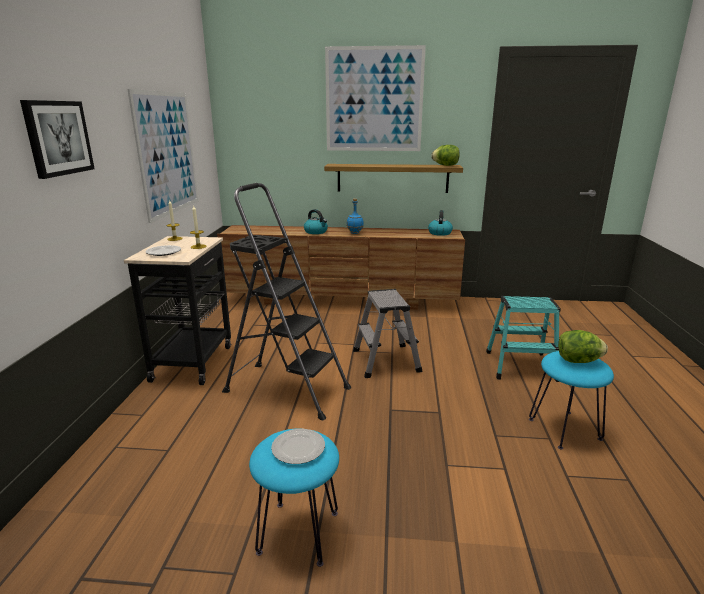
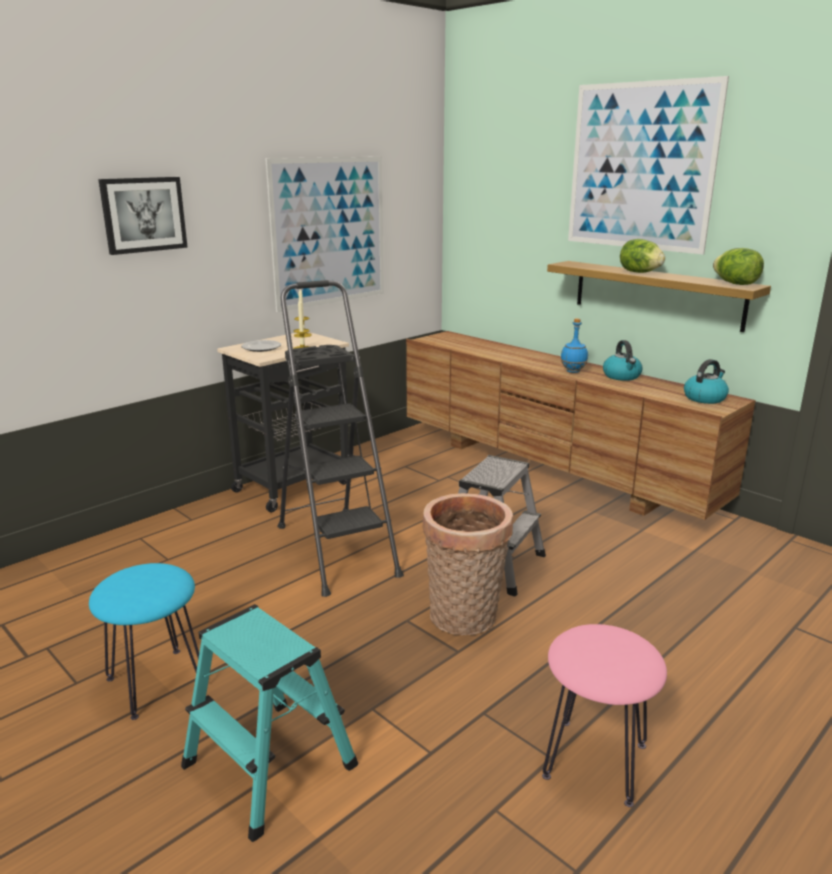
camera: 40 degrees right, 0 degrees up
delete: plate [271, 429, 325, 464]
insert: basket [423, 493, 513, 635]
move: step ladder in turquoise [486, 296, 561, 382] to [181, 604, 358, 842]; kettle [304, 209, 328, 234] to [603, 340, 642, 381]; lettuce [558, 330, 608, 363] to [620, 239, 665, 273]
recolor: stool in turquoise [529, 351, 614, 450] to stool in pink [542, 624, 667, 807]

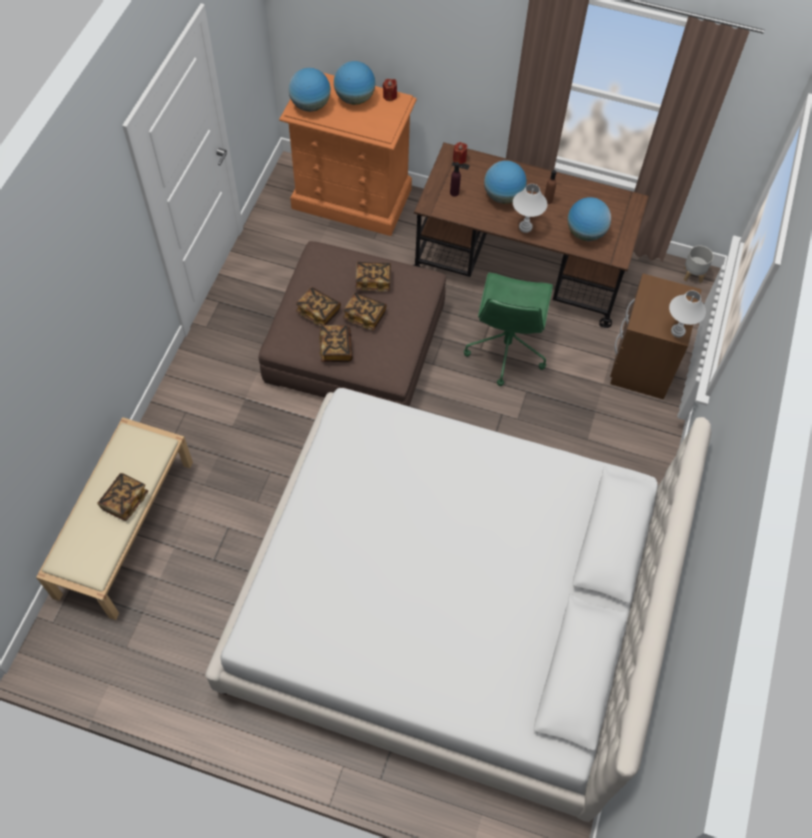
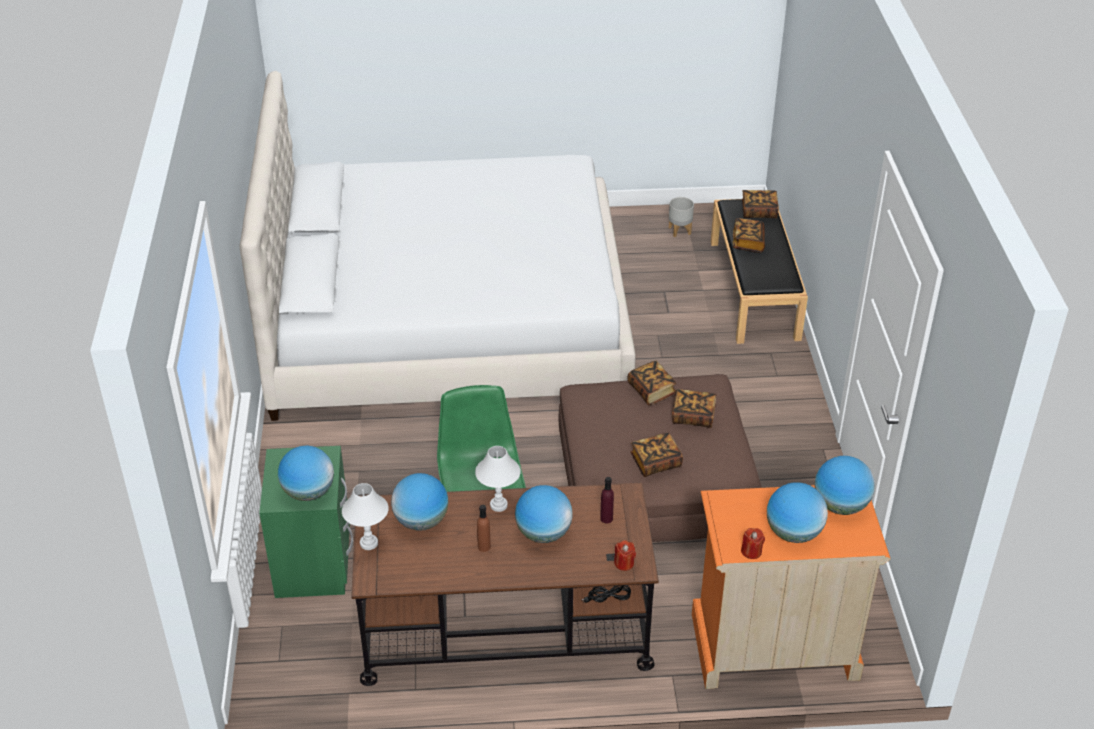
camera: 160 degrees right, 20 degrees down
insert: globe [278, 446, 334, 501]
move: table lamp in white [669, 290, 706, 337] to [342, 483, 389, 550]; planter in grey [684, 246, 714, 283] to [669, 197, 694, 237]; book [343, 292, 387, 330] to [742, 190, 779, 218]
recolor: nightstand in brown [610, 274, 702, 399] to nightstand in green [259, 446, 353, 598]; bench in beige [36, 417, 193, 620] to bench in black [711, 199, 808, 344]

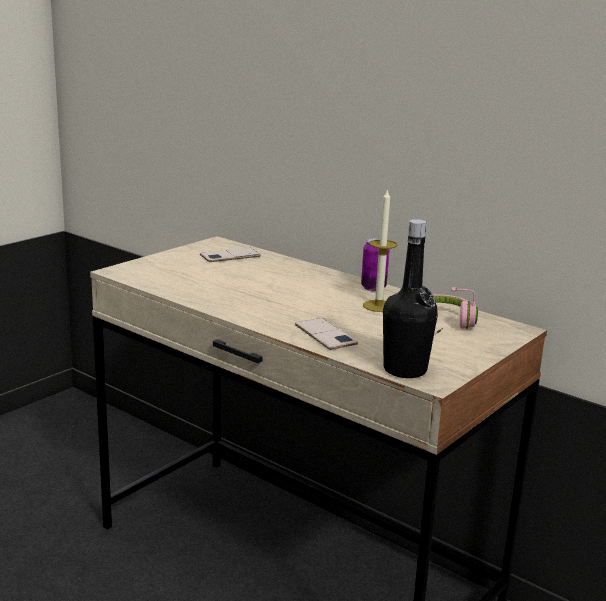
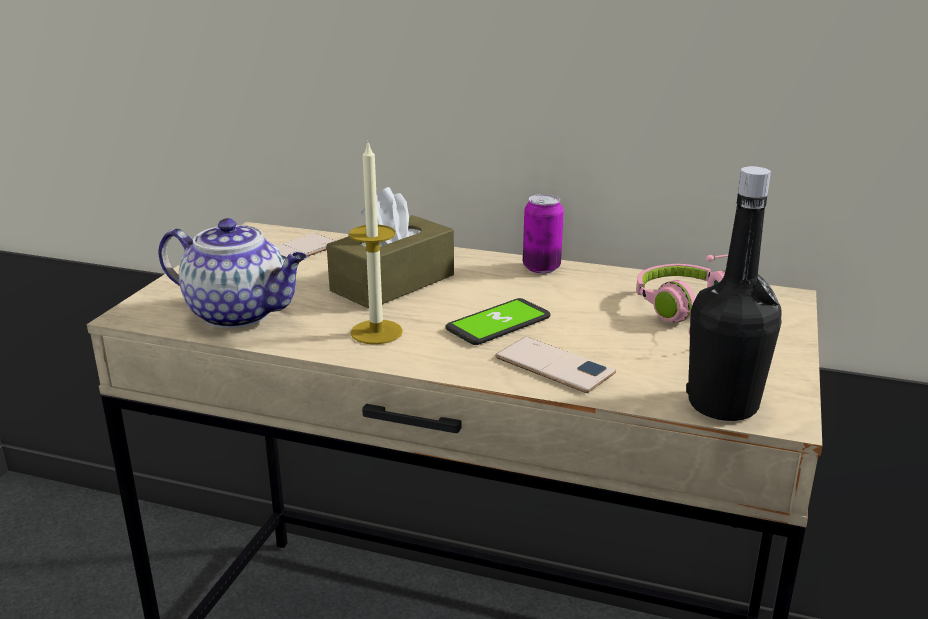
camera: 20 degrees left, 5 degrees up
insert: teapot [158, 218, 307, 328]; tissue box in brown [327, 187, 454, 309]; phone [445, 298, 551, 345]
move: candle [363, 188, 397, 312] to [349, 143, 403, 344]

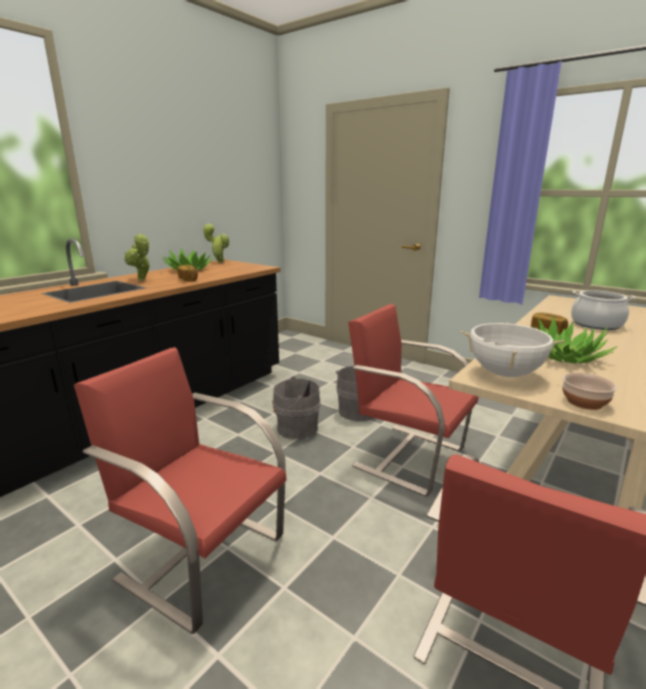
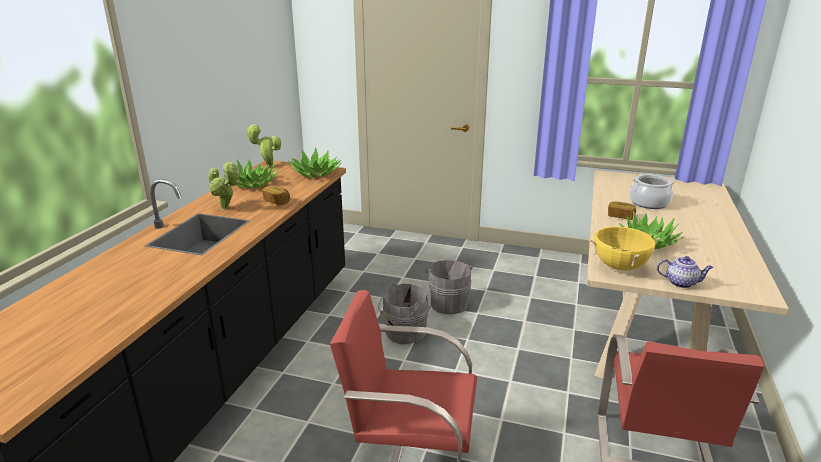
camera: 20 degrees left, 5 degrees up
delete: chair in red [348, 304, 478, 496]
insert: potted plant [289, 147, 341, 178]
replace: bowl [563, 373, 617, 410] to teapot [657, 256, 713, 288]
recolor: cooking pot in white [461, 322, 564, 377] to cooking pot in yellow [589, 225, 660, 271]

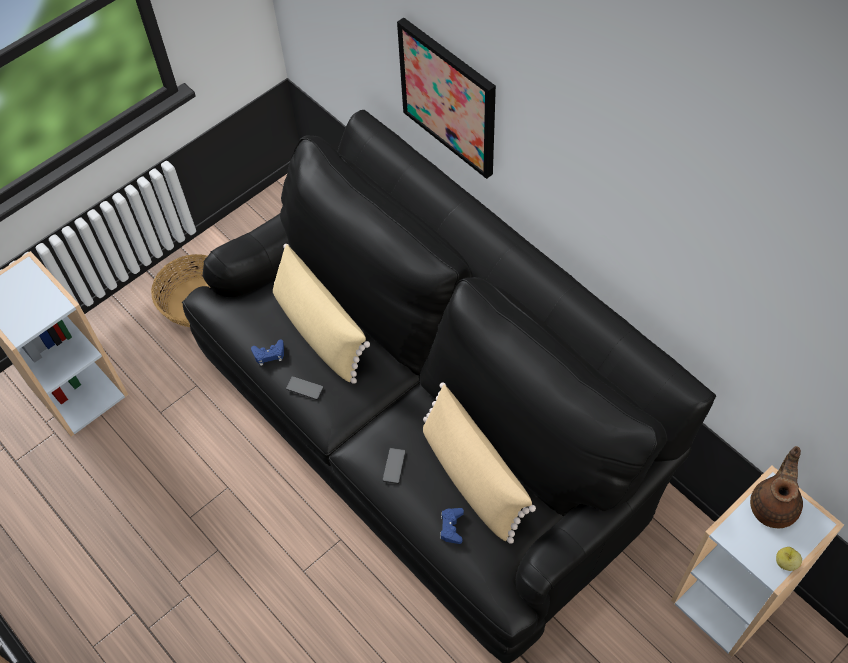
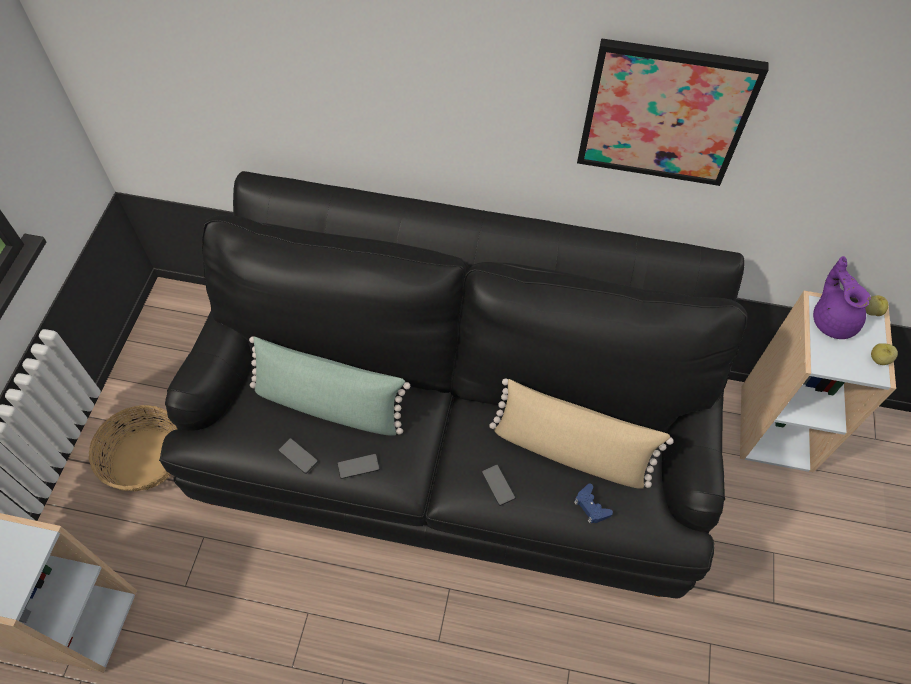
camera: 40 degrees left, 0 degrees up
insert: apple [865, 295, 888, 316]
move: picture [397, 18, 496, 179] to [577, 38, 769, 186]
replace: game controller in blue [251, 339, 284, 366] to phone [278, 438, 318, 474]
recolor: pillow in beige [273, 244, 370, 384] to pillow in green [249, 336, 410, 436]; teapot in brown [750, 446, 803, 528] to teapot in purple [813, 256, 871, 339]

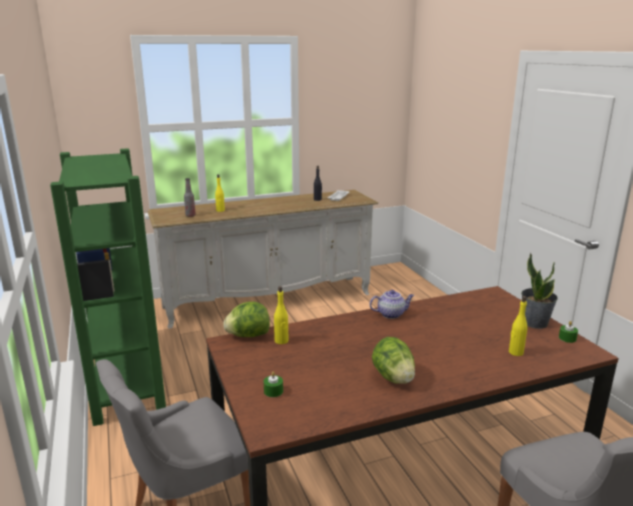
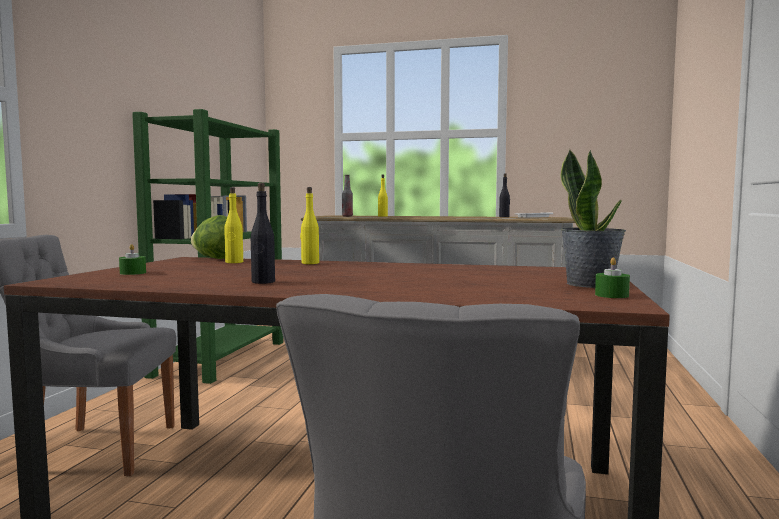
camera: 35 degrees right, 15 degrees down
delete: teapot [369, 290, 414, 319]
move: bottle in yellow [509, 296, 528, 356] to [300, 187, 319, 264]
replace: lettuce [372, 337, 415, 384] to bottle in black [251, 183, 275, 284]

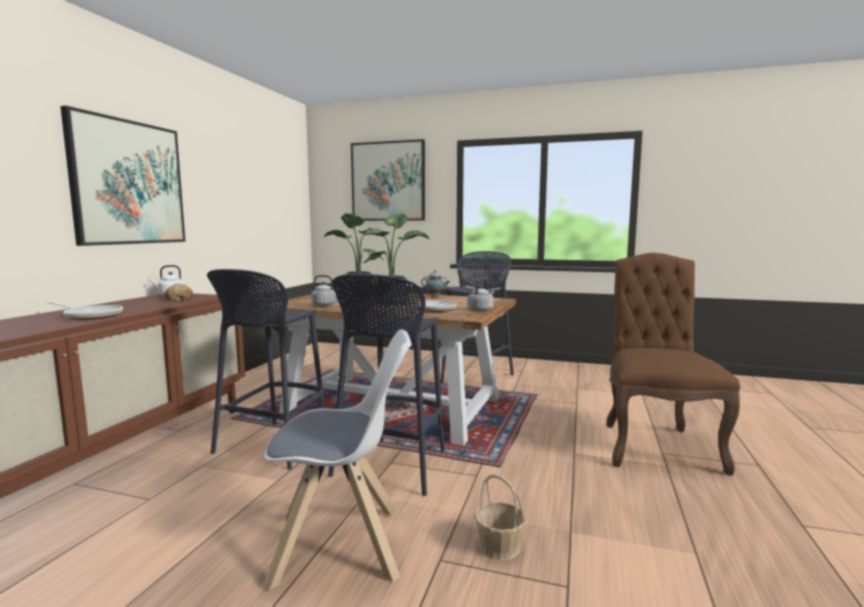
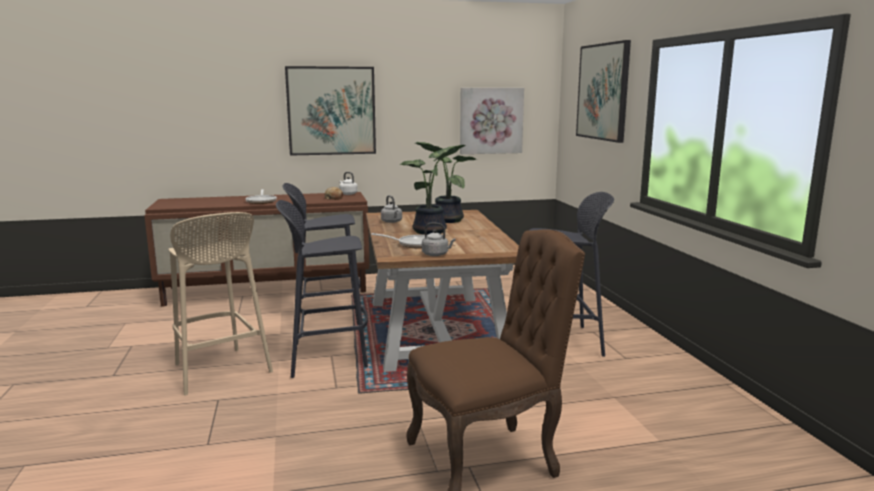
camera: 60 degrees right, 5 degrees up
delete: teapot [421, 270, 450, 298]; basket [475, 474, 527, 560]
insert: picture [460, 88, 524, 154]
replace: chair [263, 330, 412, 591] to stool in beige [168, 212, 273, 395]

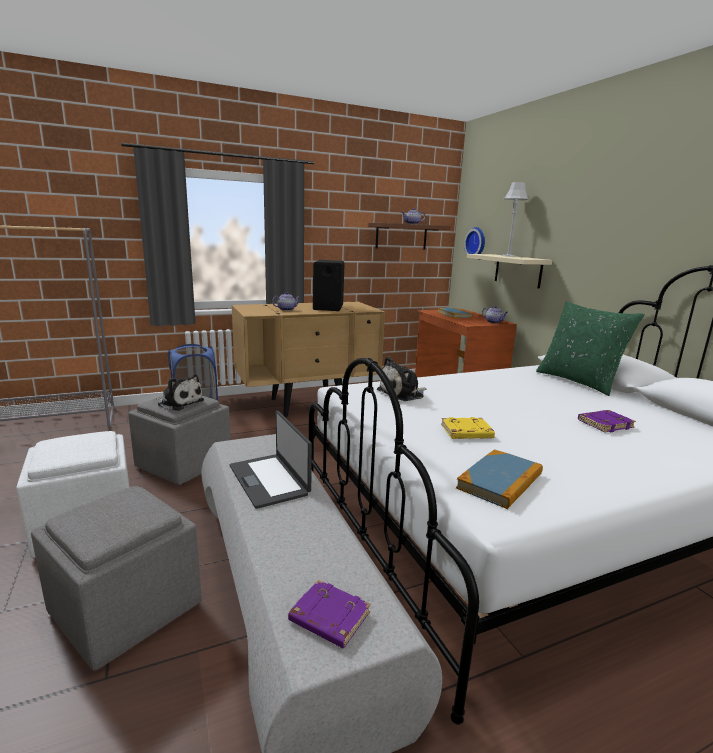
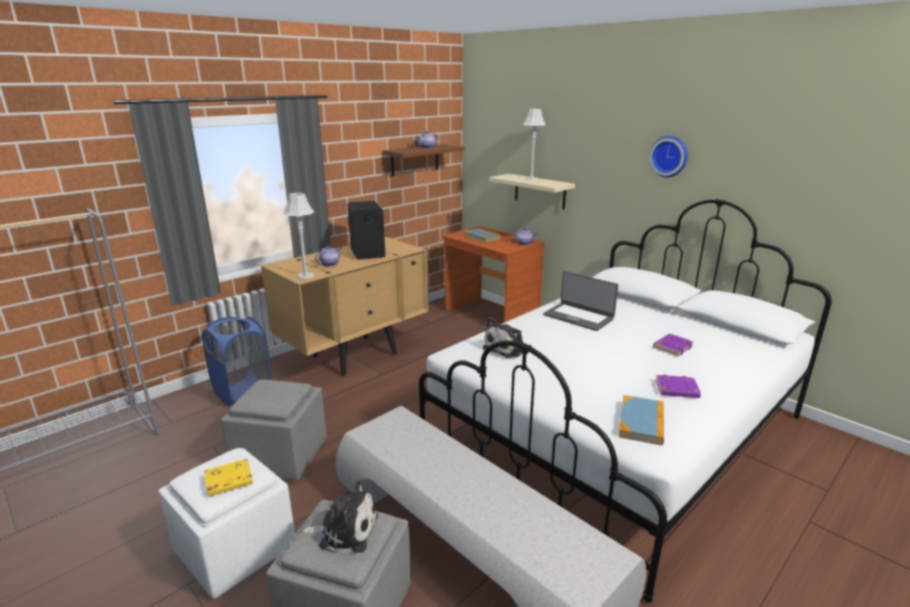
camera: 20 degrees left, 5 degrees up
delete: pillow in green [536, 301, 645, 396]
insert: table lamp in grey [283, 193, 315, 279]
move: book in yellow [441, 417, 495, 439] to [204, 459, 253, 497]; plush toy [156, 374, 204, 411] to [302, 481, 378, 555]; laptop [230, 411, 312, 509] to [543, 271, 618, 331]; wall clock [464, 227, 485, 254] to [649, 136, 688, 177]; book in purple [288, 580, 371, 648] to [655, 375, 701, 398]

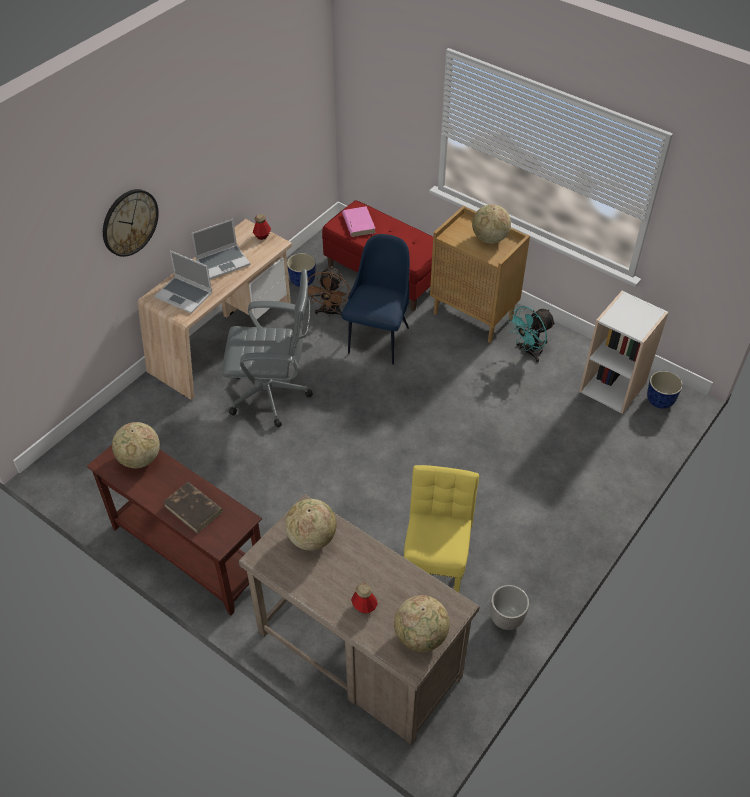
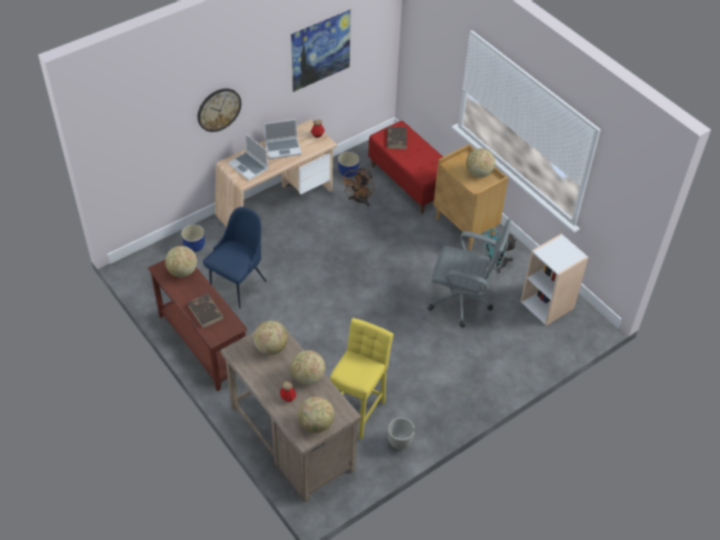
camera: 15 degrees right, 0 degrees up
insert: globe [290, 350, 325, 385]; picture [291, 9, 351, 92]
move: planter [647, 371, 683, 409] to [181, 224, 205, 252]; chair in blue [342, 234, 410, 365] to [203, 207, 266, 308]; office chair in grey [222, 269, 313, 428] to [428, 218, 511, 328]
recolor: book in pink [342, 206, 376, 237] to book in brown [387, 127, 407, 149]

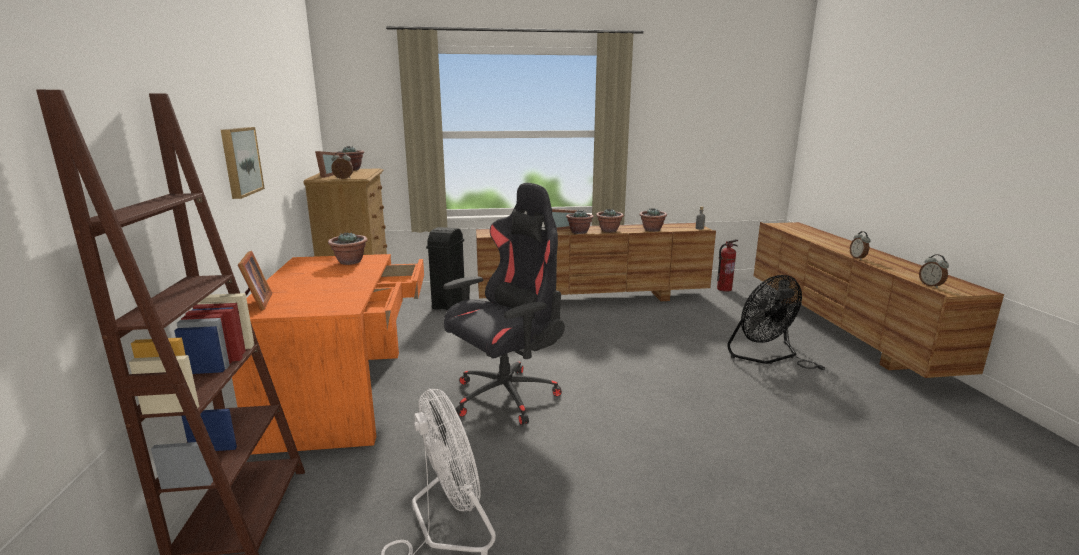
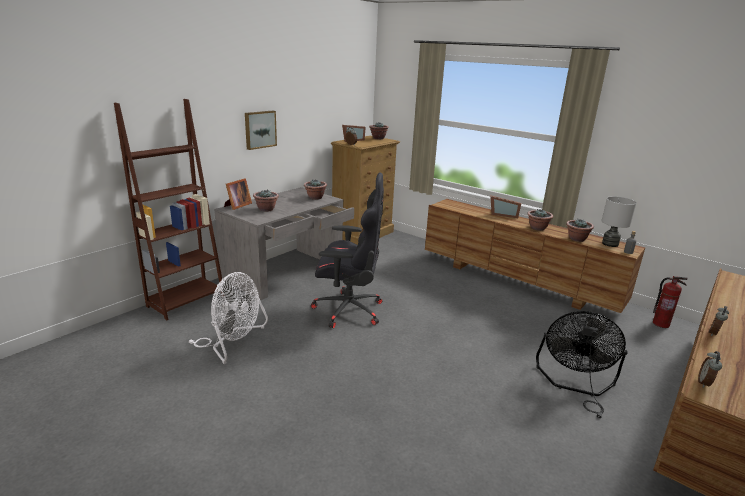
camera: 45 degrees right, 5 degrees up
delete: trash can in black [426, 227, 464, 311]
insert: table lamp in grey [601, 196, 637, 247]
move: potted plant [566, 210, 594, 234] to [253, 189, 279, 212]
recolor: desk in orange [232, 254, 424, 455] to desk in grey [214, 187, 354, 300]

